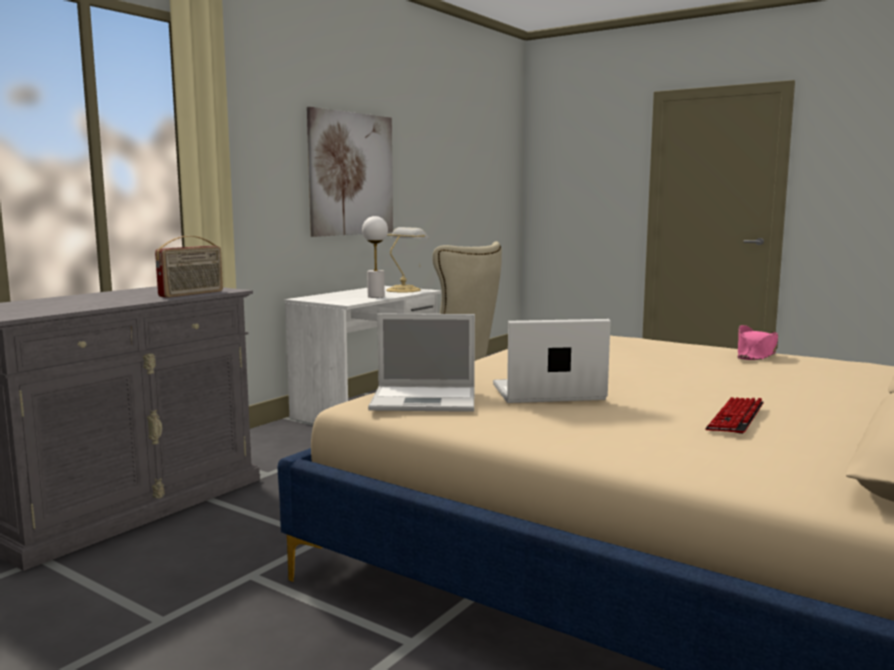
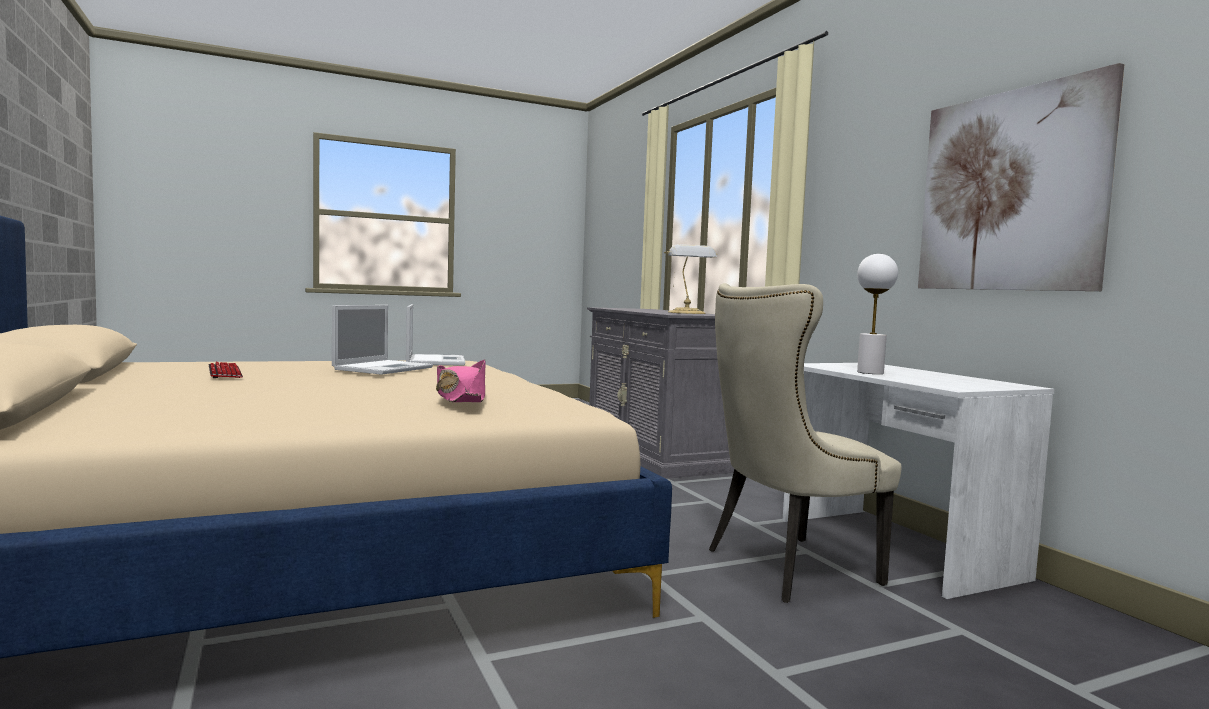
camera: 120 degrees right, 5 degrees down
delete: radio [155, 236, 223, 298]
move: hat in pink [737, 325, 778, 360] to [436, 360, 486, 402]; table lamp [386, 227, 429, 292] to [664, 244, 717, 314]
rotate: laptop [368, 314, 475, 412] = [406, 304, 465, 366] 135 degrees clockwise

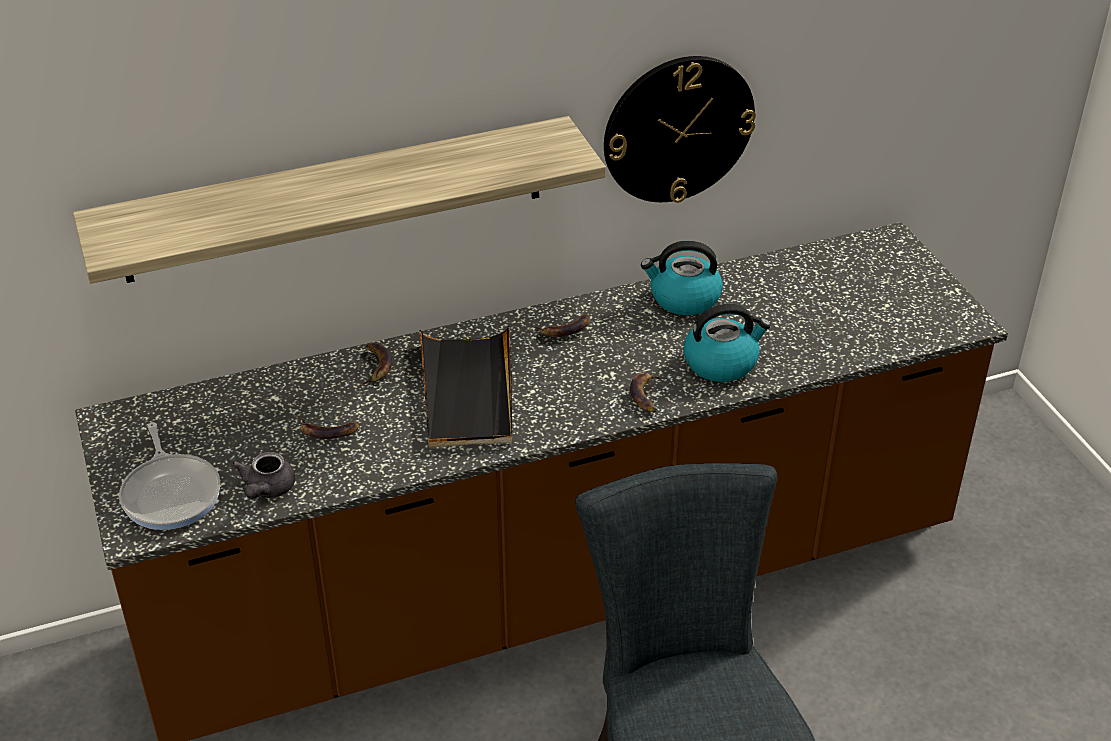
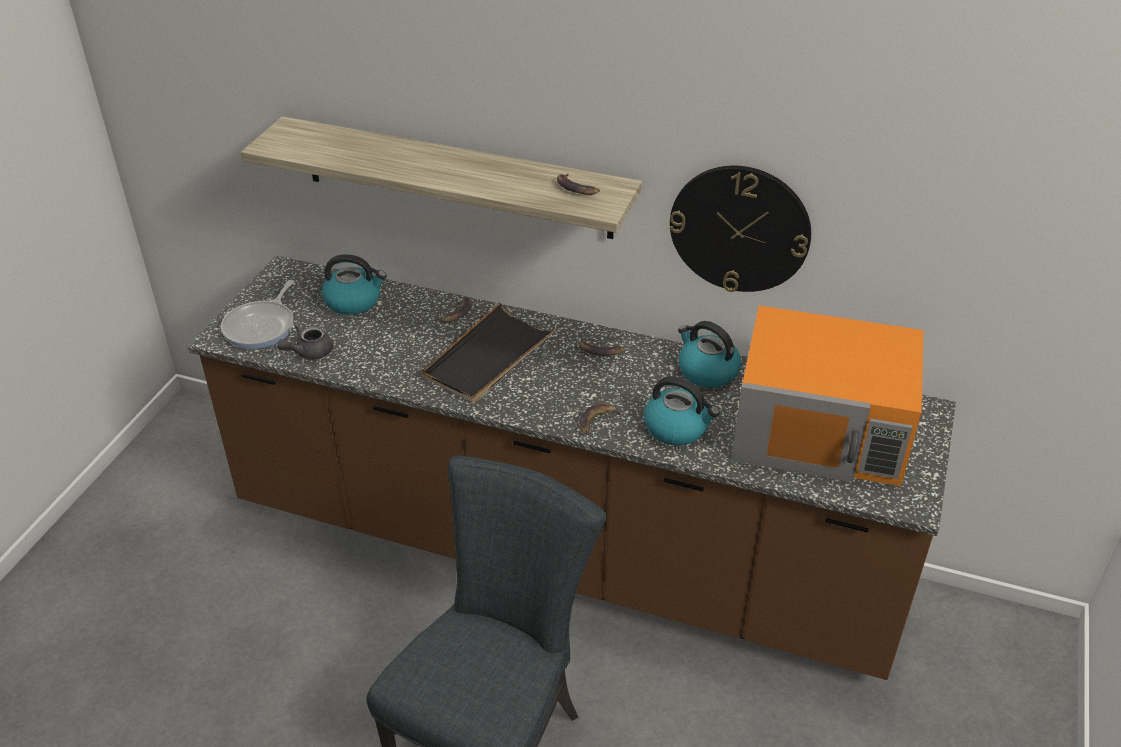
camera: 40 degrees right, 0 degrees up
insert: kettle [322, 254, 387, 315]; microwave in orange [731, 305, 923, 486]
move: banana [300, 418, 360, 439] to [557, 174, 600, 195]

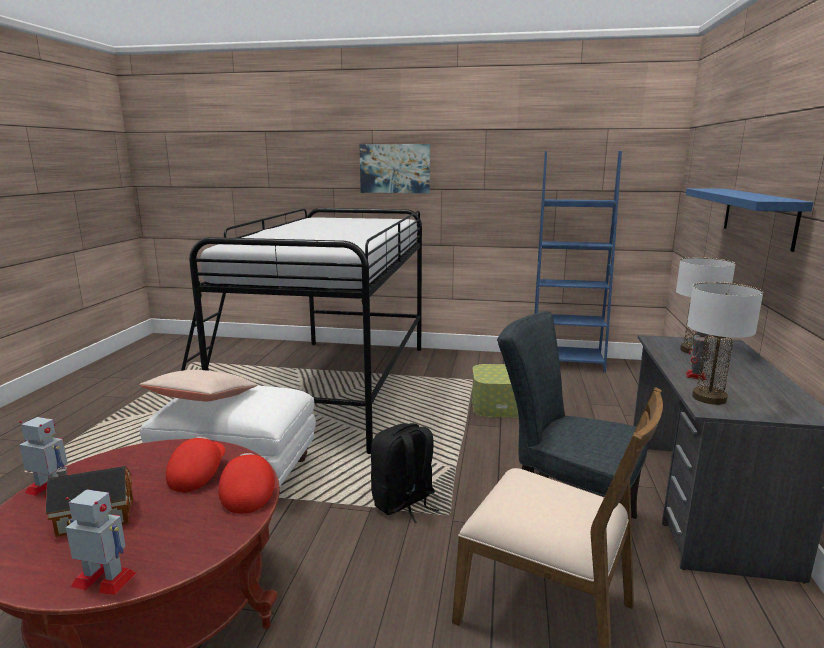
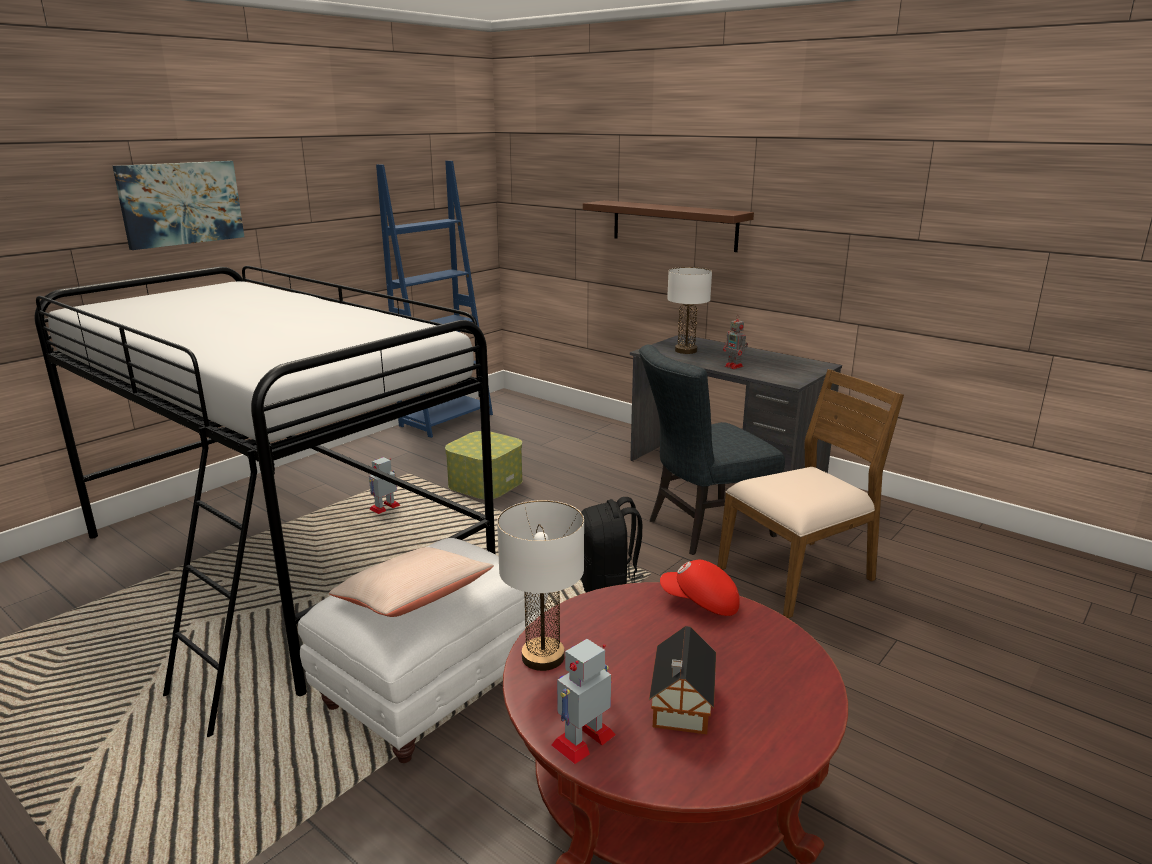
camera: 60 degrees left, 5 degrees up
delete: cap in red [166, 436, 225, 493]
move: toy robot [66, 489, 136, 595] to [369, 457, 400, 514]; table lamp [687, 282, 763, 405] to [497, 500, 584, 671]
recolor: shelf in blue [686, 188, 813, 252] to shelf in brown [583, 200, 754, 252]

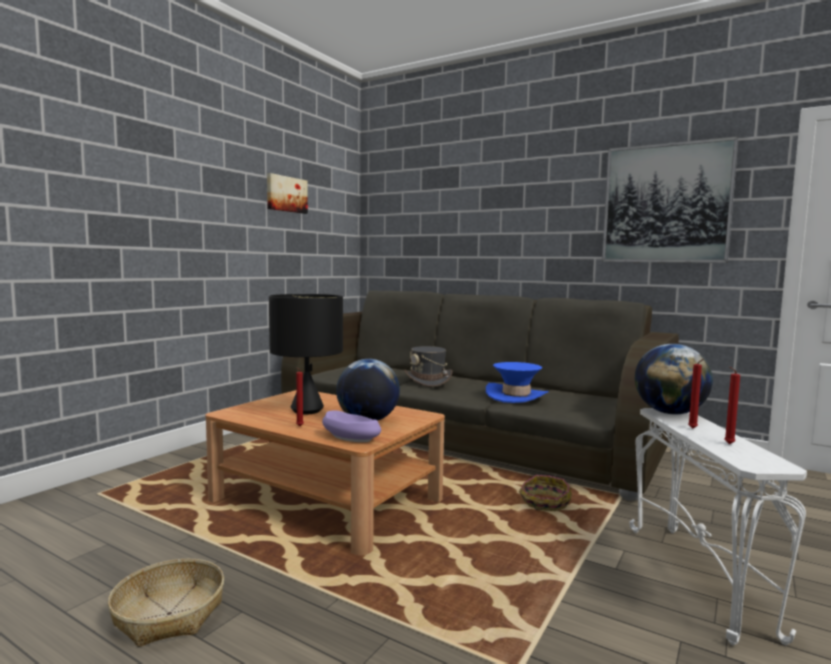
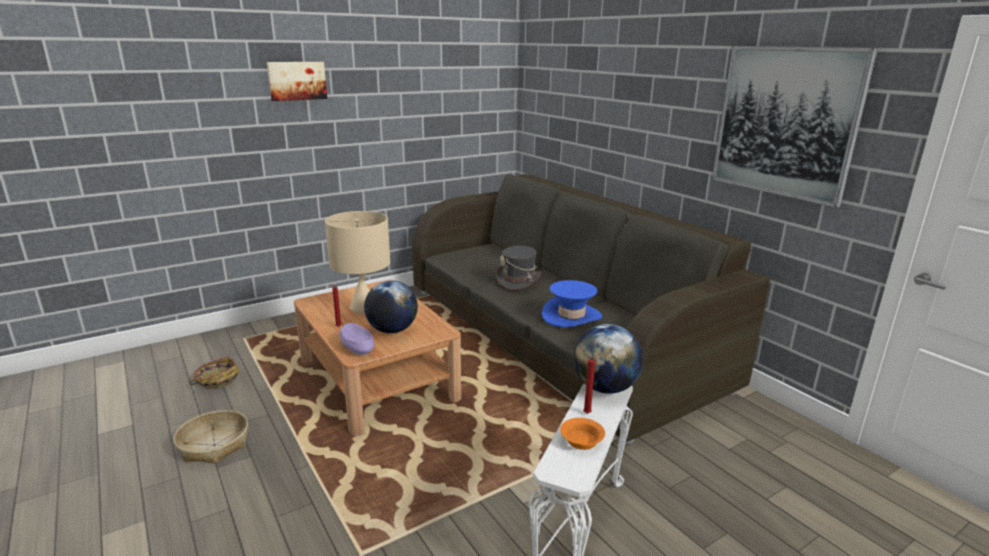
camera: 25 degrees right, 15 degrees up
move: basket [519, 475, 572, 511] to [189, 356, 240, 389]; picture [267, 173, 308, 214] to [267, 62, 327, 101]
replace: candle in red [724, 367, 740, 444] to bowl in orange [560, 418, 605, 450]
recolor: table lamp in black [269, 294, 343, 415] to table lamp in beige [325, 211, 390, 314]

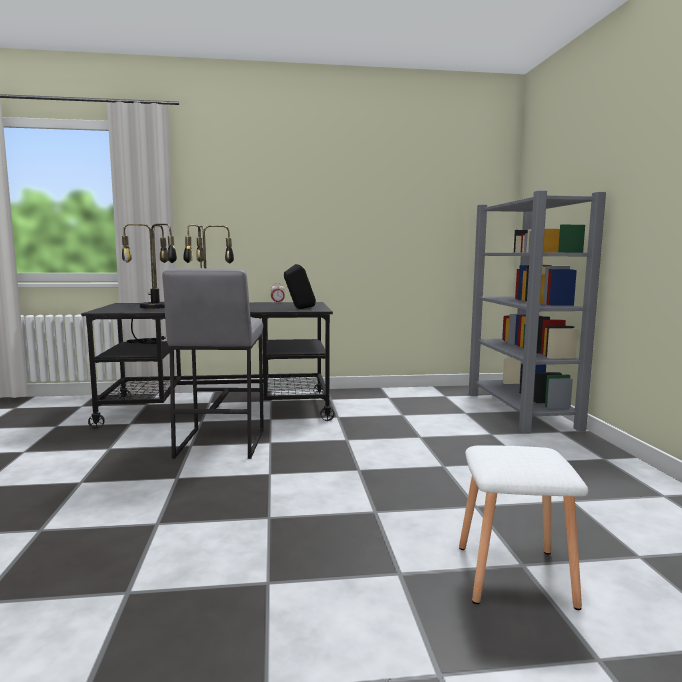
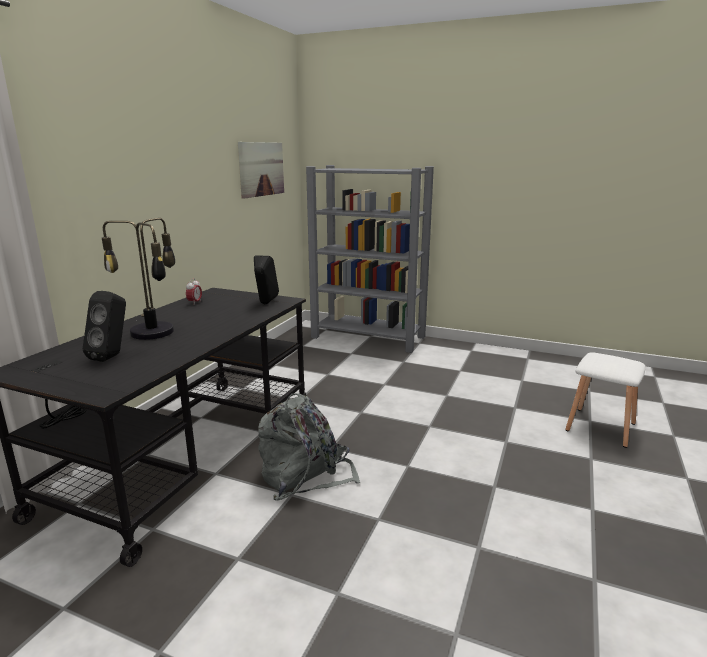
camera: 60 degrees left, 10 degrees up
insert: picture [238, 142, 284, 199]
replace: table lamp [122, 224, 177, 309] to speaker in black [83, 291, 126, 362]; stool in grey [162, 268, 264, 459] to backpack in grey [258, 393, 360, 501]

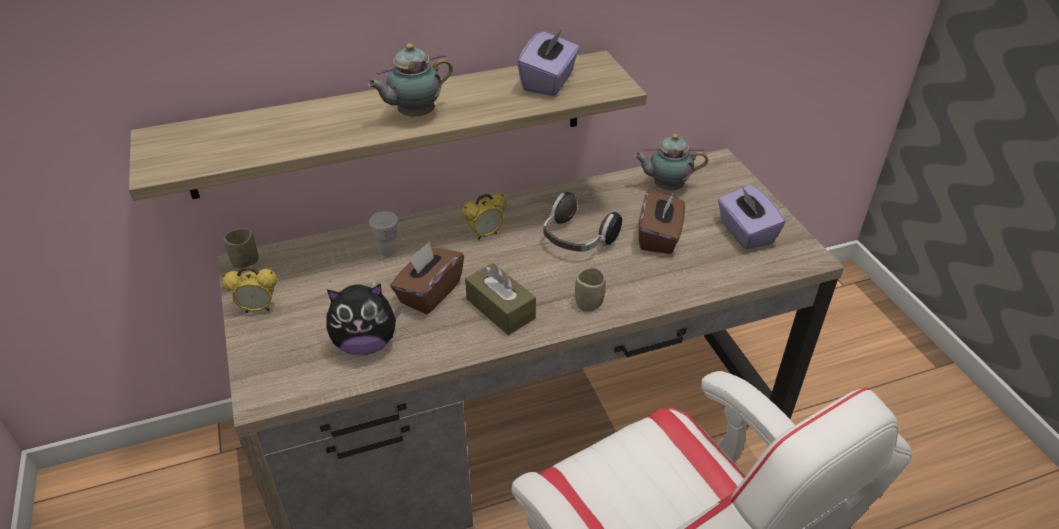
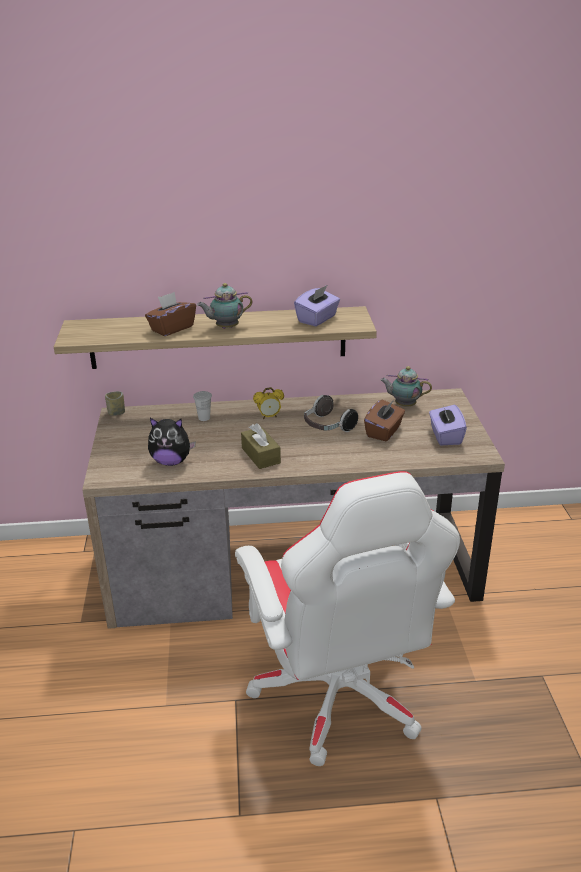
camera: 15 degrees right, 10 degrees down
delete: alarm clock [222, 267, 277, 313]; cup [575, 267, 606, 312]
move: tissue box in brown [390, 242, 464, 314] to [145, 292, 196, 336]

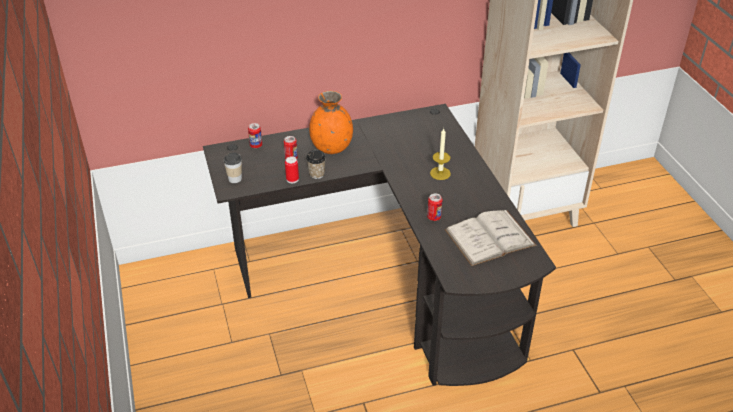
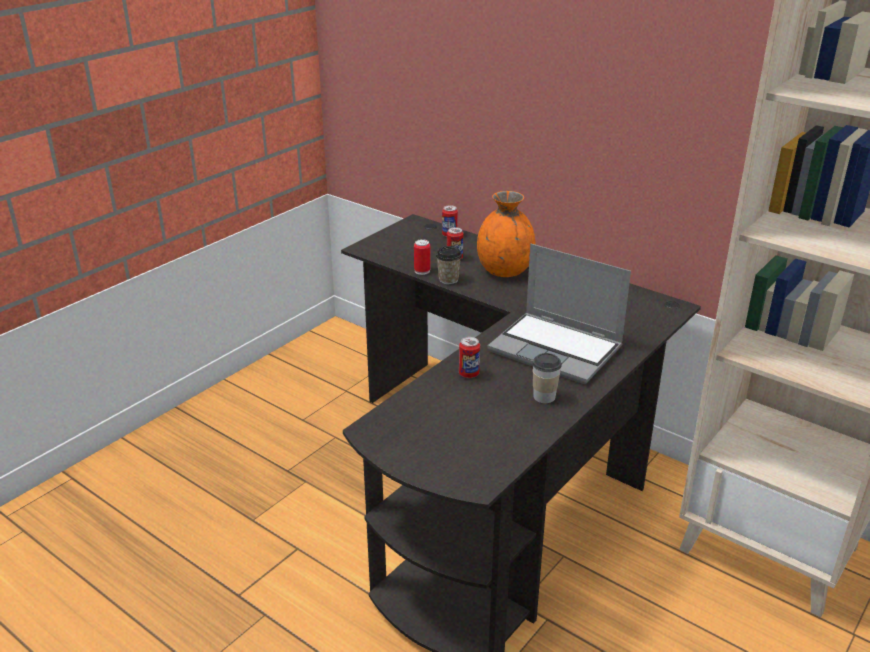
camera: 55 degrees right, 10 degrees down
delete: book in white [445, 210, 537, 266]
move: cup [224, 152, 242, 183] to [532, 353, 562, 403]
replace: candle [430, 129, 451, 180] to laptop [488, 244, 631, 384]

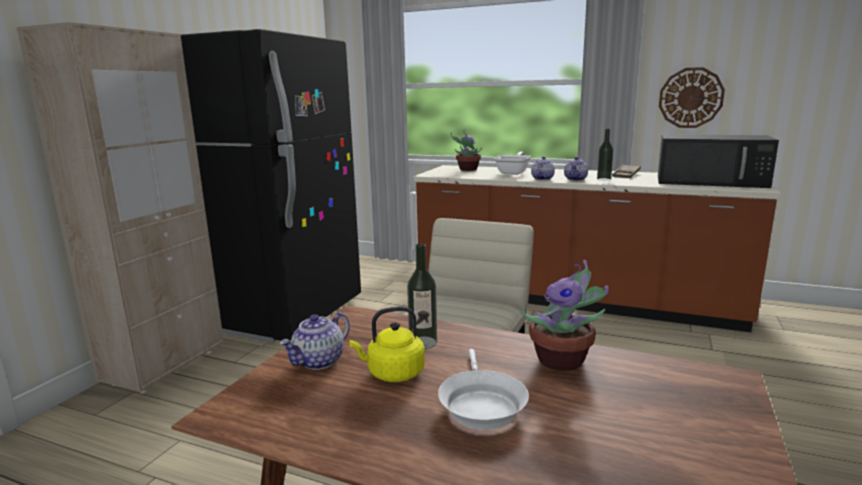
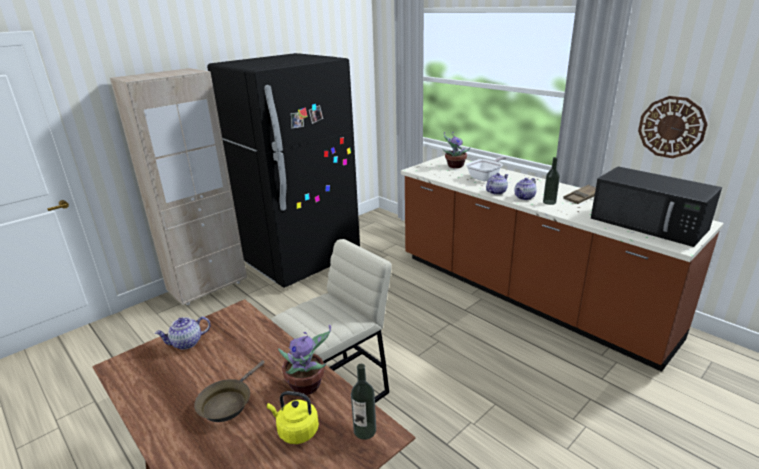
camera: 25 degrees right, 10 degrees up
move: kettle in yellow [349, 307, 425, 382] to [267, 391, 319, 444]; bottle [407, 243, 437, 349] to [351, 364, 376, 440]
recolor: frying pan in white [438, 349, 529, 430] to frying pan in brown [194, 360, 265, 422]

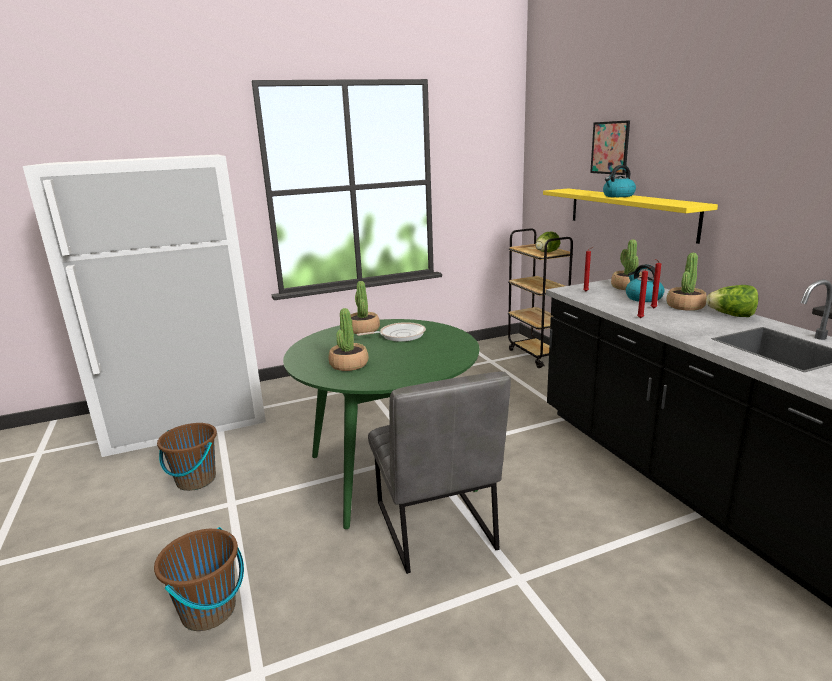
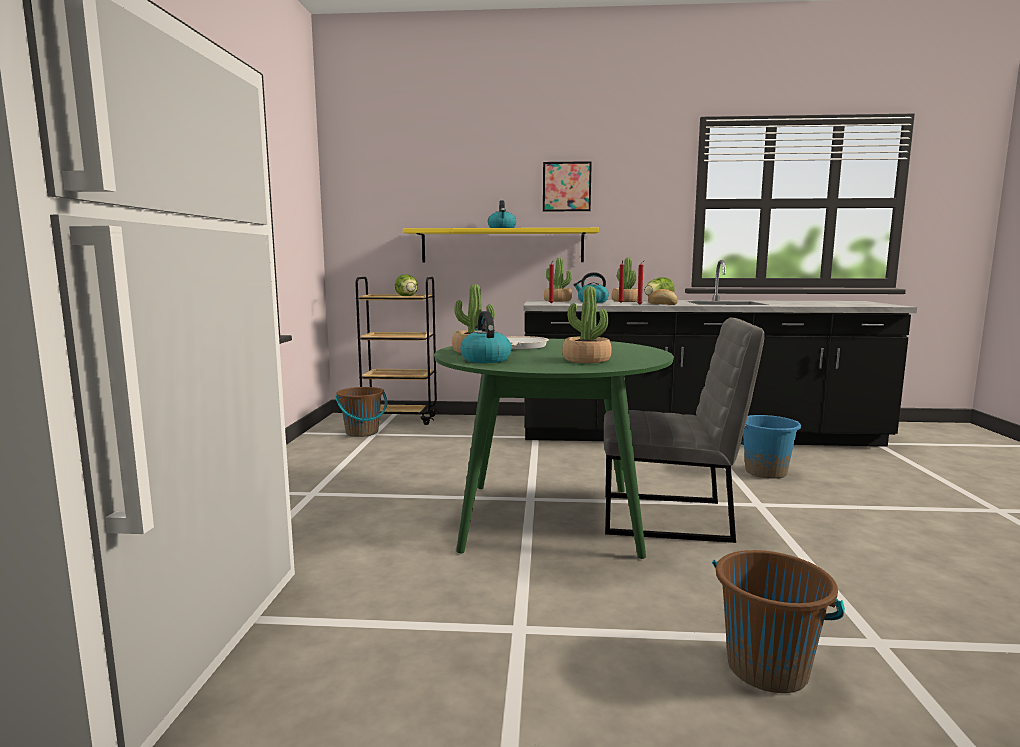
camera: 65 degrees left, 10 degrees down
insert: kettle [460, 311, 512, 363]; bread [648, 289, 678, 305]; bucket in blue [741, 415, 801, 479]
move: bucket in brown [157, 423, 217, 491] to [335, 387, 387, 437]; picture [590, 120, 630, 175] to [543, 161, 592, 211]

